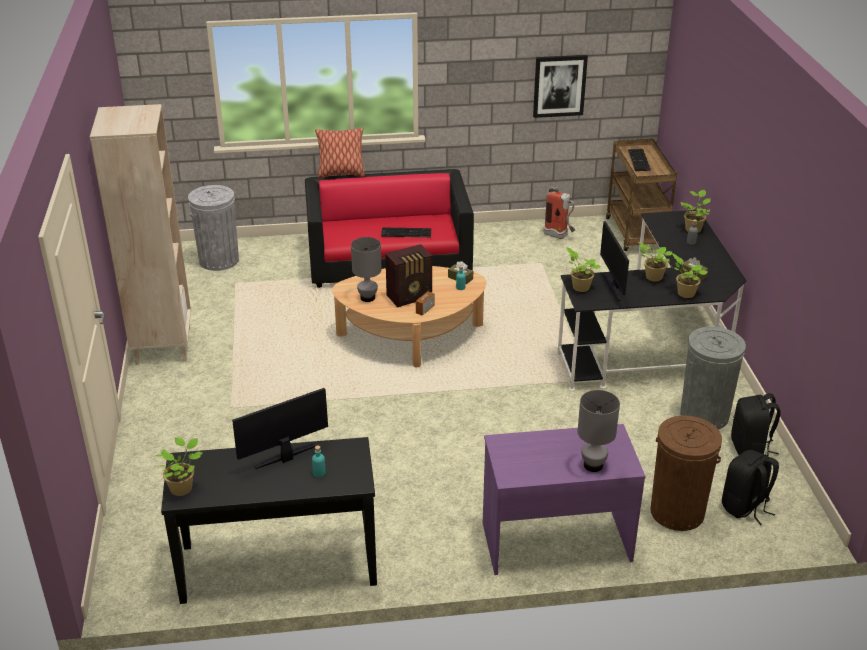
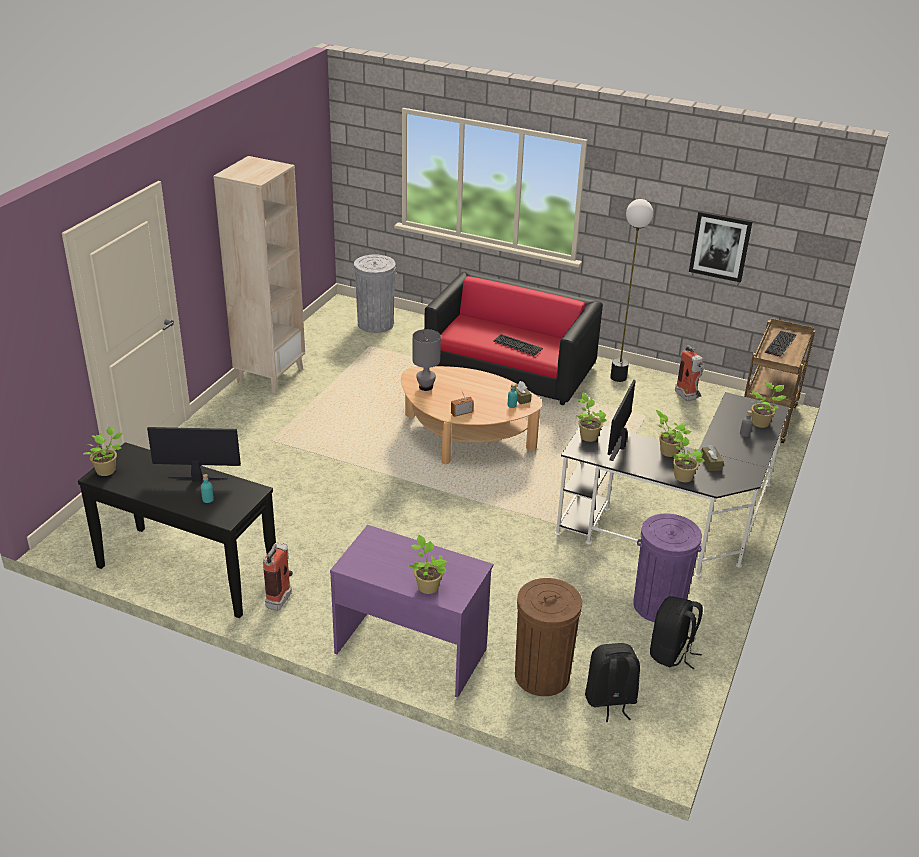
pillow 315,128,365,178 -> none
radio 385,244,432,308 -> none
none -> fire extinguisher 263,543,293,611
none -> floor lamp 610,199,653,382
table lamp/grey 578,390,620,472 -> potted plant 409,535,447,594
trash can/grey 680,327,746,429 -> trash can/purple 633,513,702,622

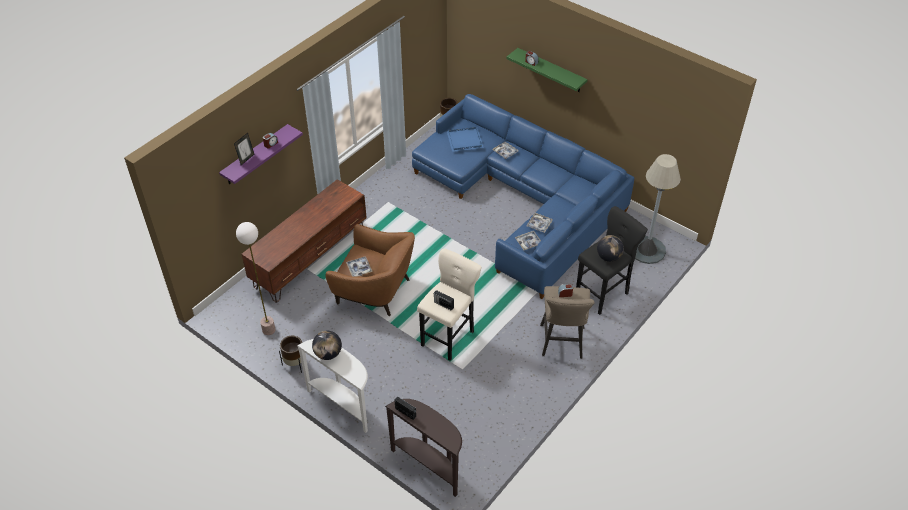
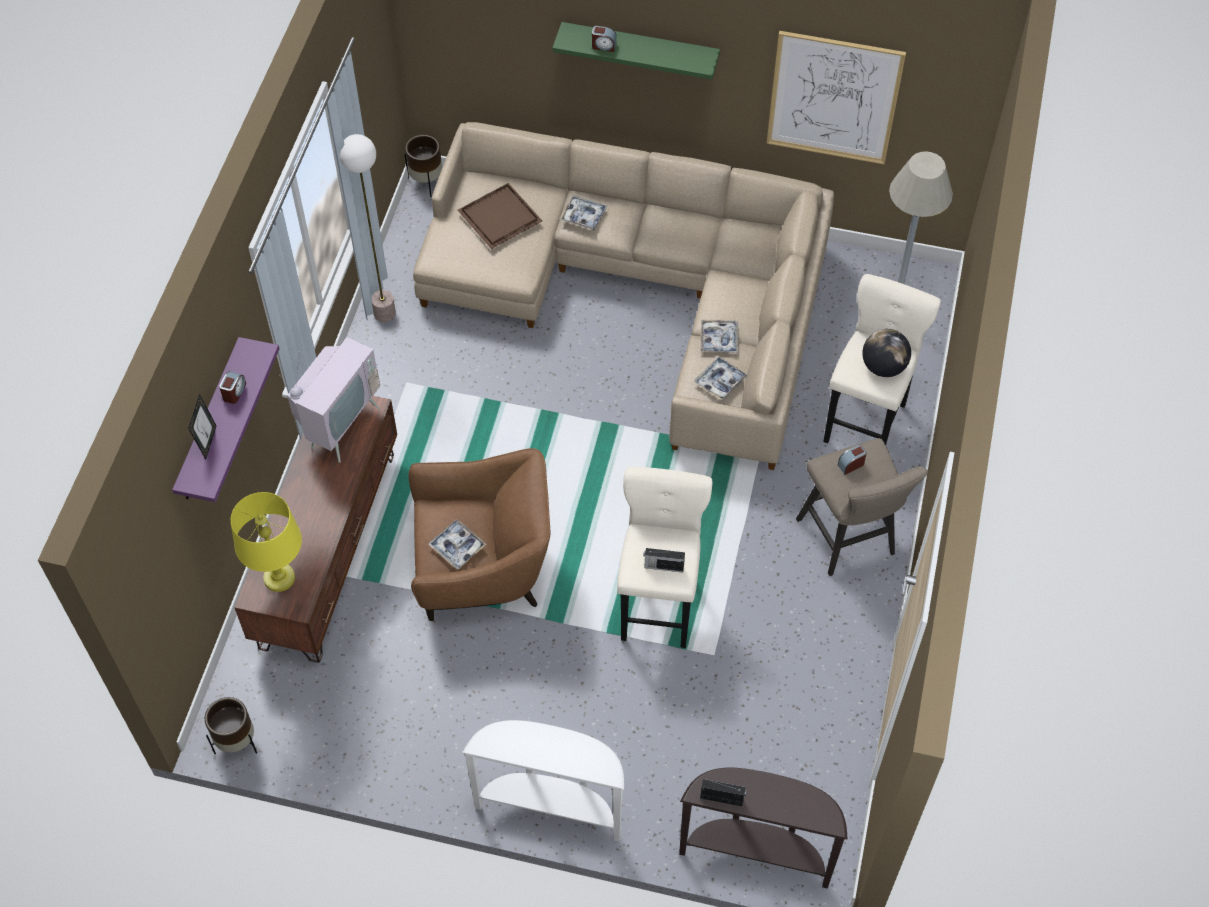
globe 312,331,342,360 -> none
none -> table lamp/yellow 230,492,302,592
none -> television 279,337,380,463
none -> picture 767,31,906,164
floor lamp 236,222,275,335 -> floor lamp 340,134,396,322, move
planter/brown 279,336,302,373 -> planter/brown 205,697,257,754, move
sofa/blue 412,94,634,299 -> sofa/beige 413,122,834,470
tray/blue 447,127,484,152 -> tray/brown 457,183,542,249
stool/black 576,206,648,315 -> stool/beige 823,274,941,445

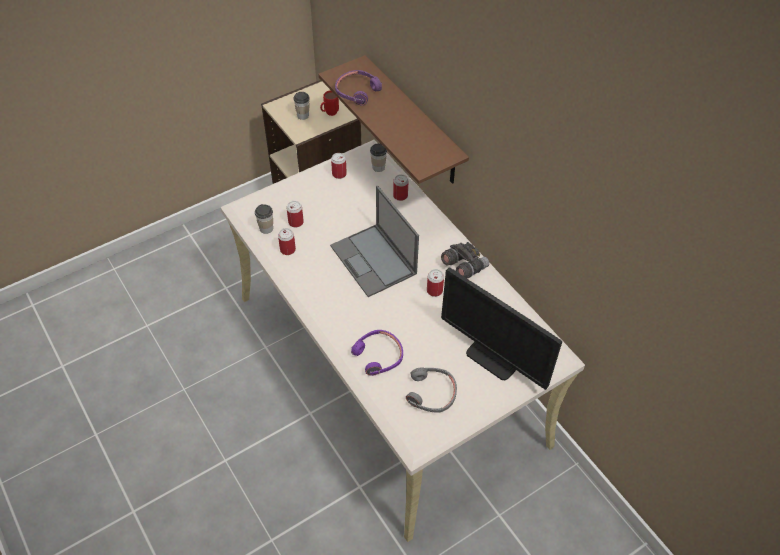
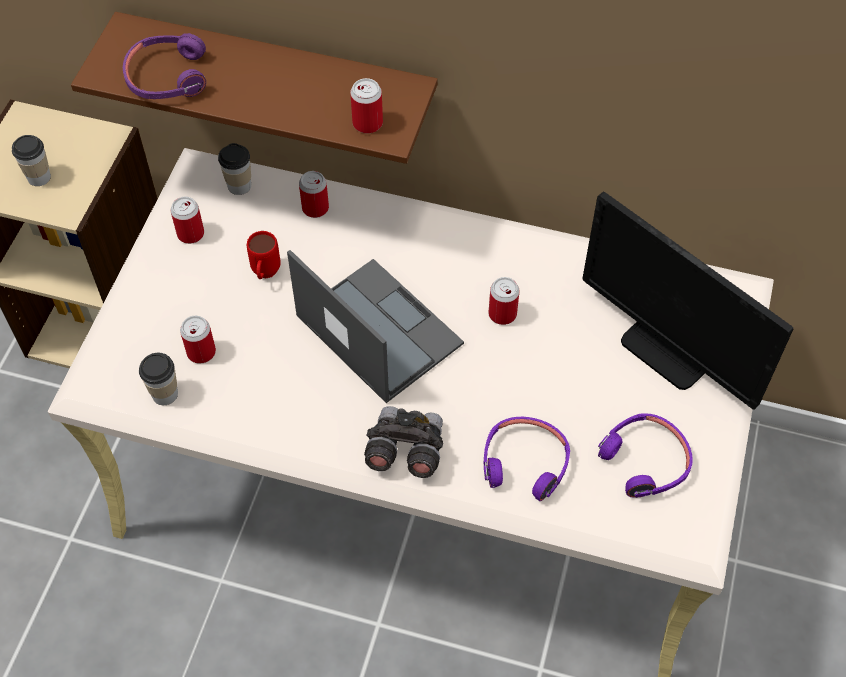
can 278,228,296,255 -> can 350,78,383,134, move
mug/red 320,90,339,116 -> mug/red 247,231,281,279, move
binoculars/grey 441,242,489,279 -> binoculars/grey 364,406,443,478, move
headphones/grey 406,367,457,413 -> headphones/purple 598,413,693,498
laptop 330,186,419,297 -> laptop 287,250,464,403, 150 degrees counterclockwise
monitor 441,267,562,390 -> monitor 582,192,793,410, 45 degrees clockwise

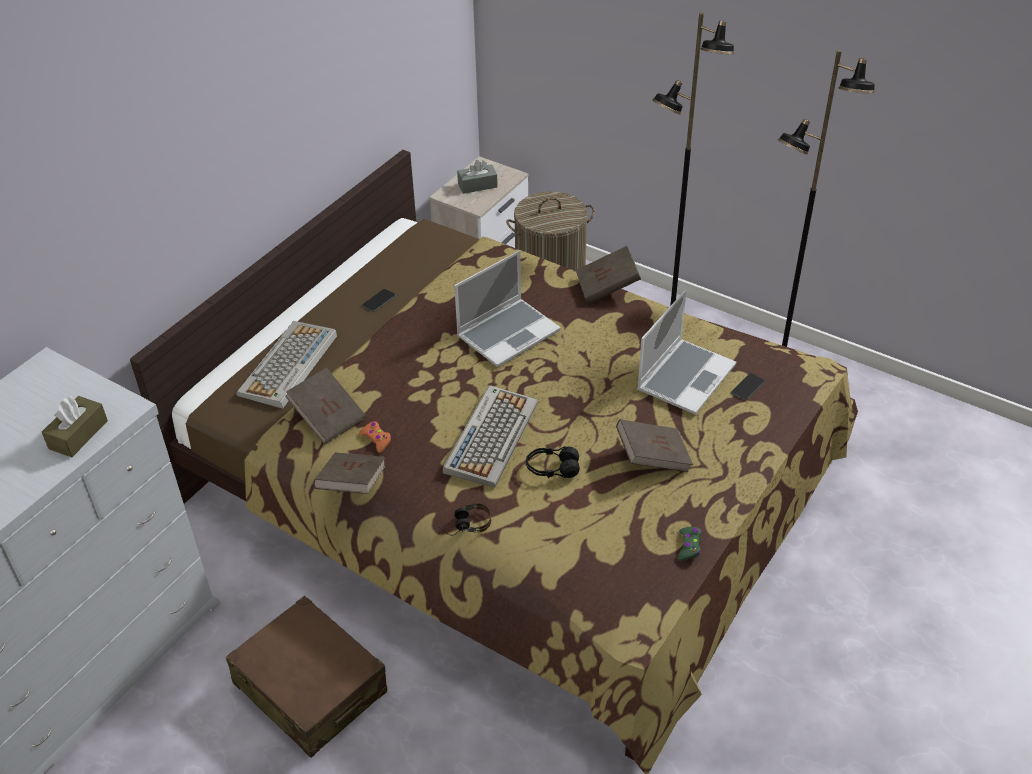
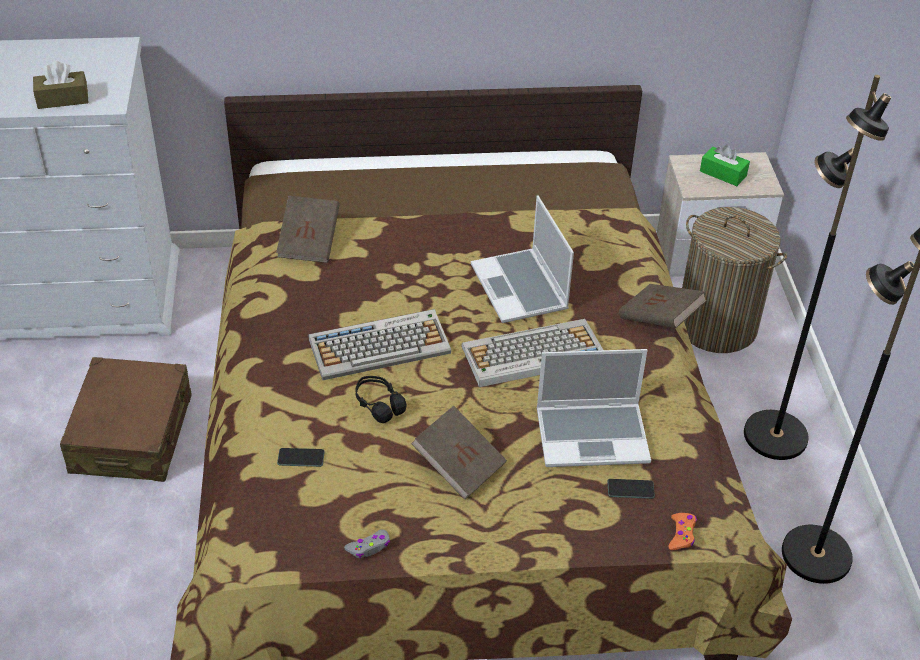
book/brown 313,452,385,494 -> none
headphones 435,503,491,536 -> none
keyboard 236,321,337,409 -> keyboard 462,319,603,387, move
game controller/orange 359,421,392,453 -> game controller/orange 669,513,697,550, move
phone 362,289,396,312 -> phone 277,448,325,467, move
tissue box/grey 457,160,498,194 -> tissue box/green 700,145,750,186
game controller/green 678,527,702,561 -> game controller/grey 344,529,390,558
laptop 454,250,561,367 -> laptop 471,195,574,323, 60 degrees clockwise

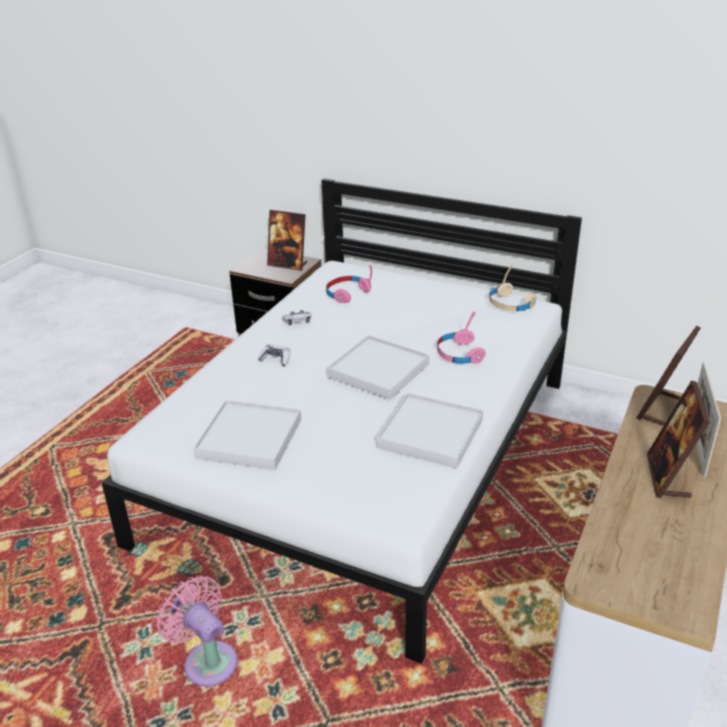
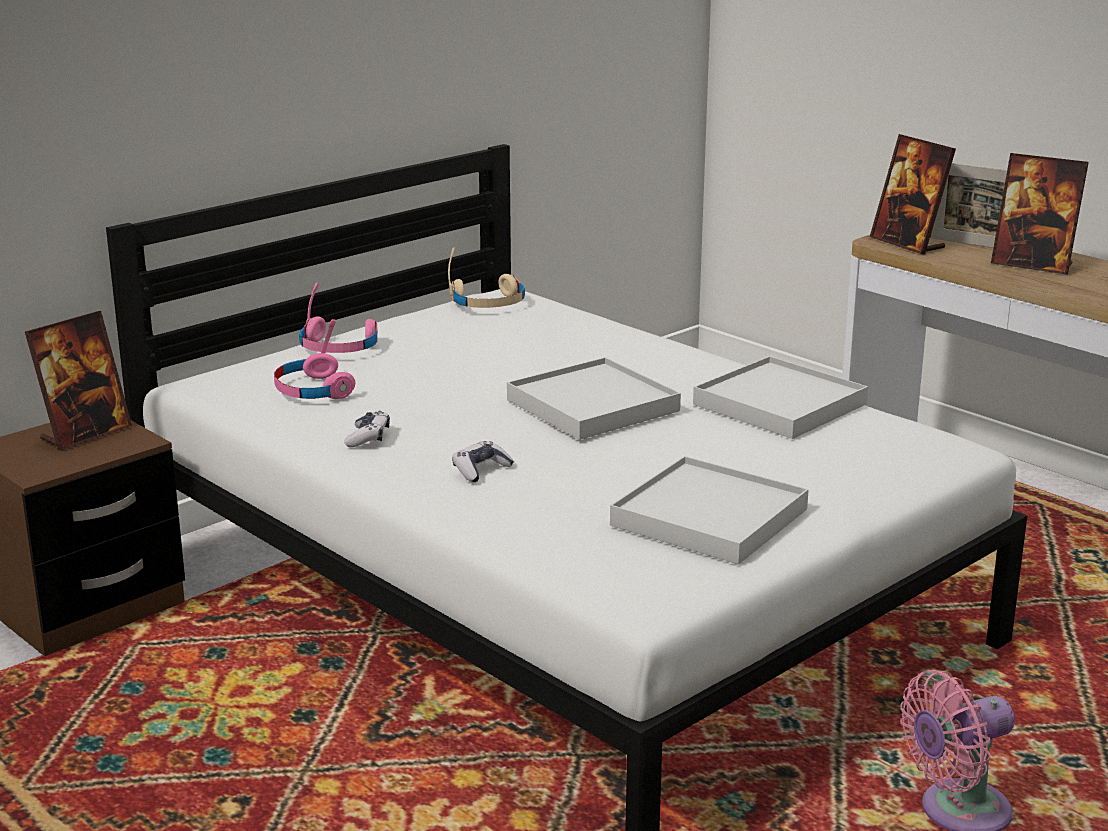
headphones/pink 437,311,486,364 -> headphones/pink 299,283,378,353, move

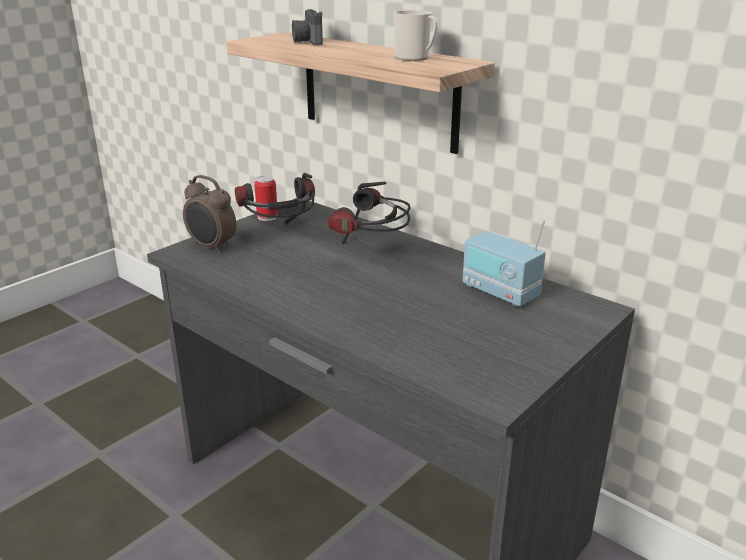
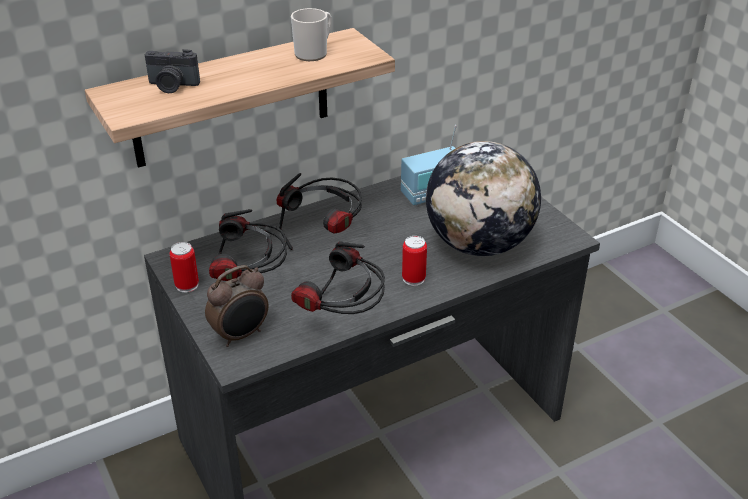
none -> headphones 291,241,385,314
none -> can 402,236,427,286
none -> globe 426,141,541,256

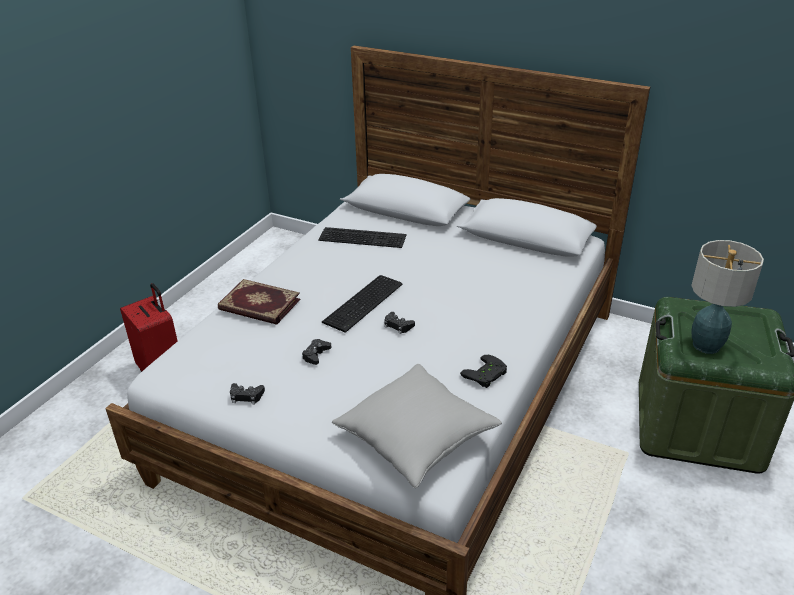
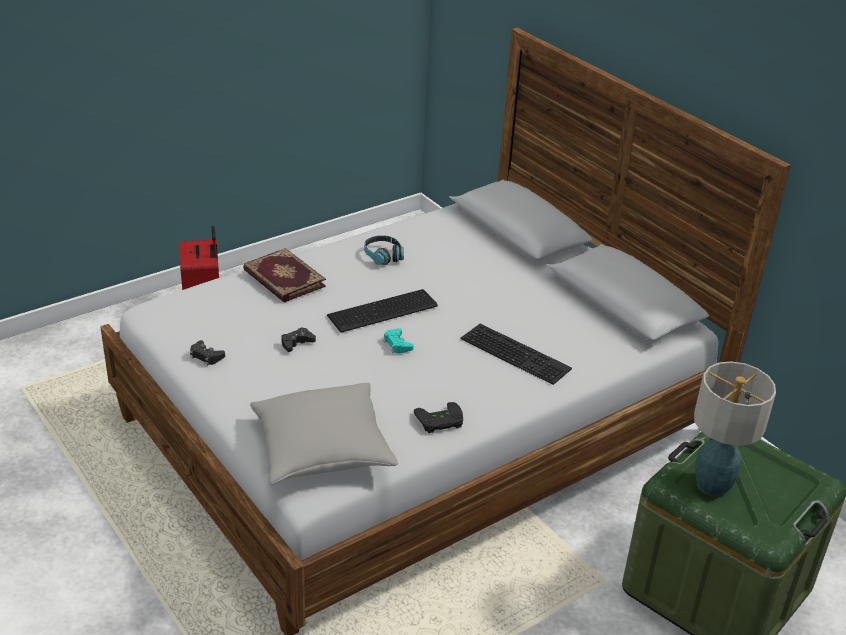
none -> headphones 364,235,404,265
keyboard 318,227,407,248 -> keyboard 460,324,572,385, move
game controller/black 384,312,415,334 -> game controller/turquoise 384,328,414,354

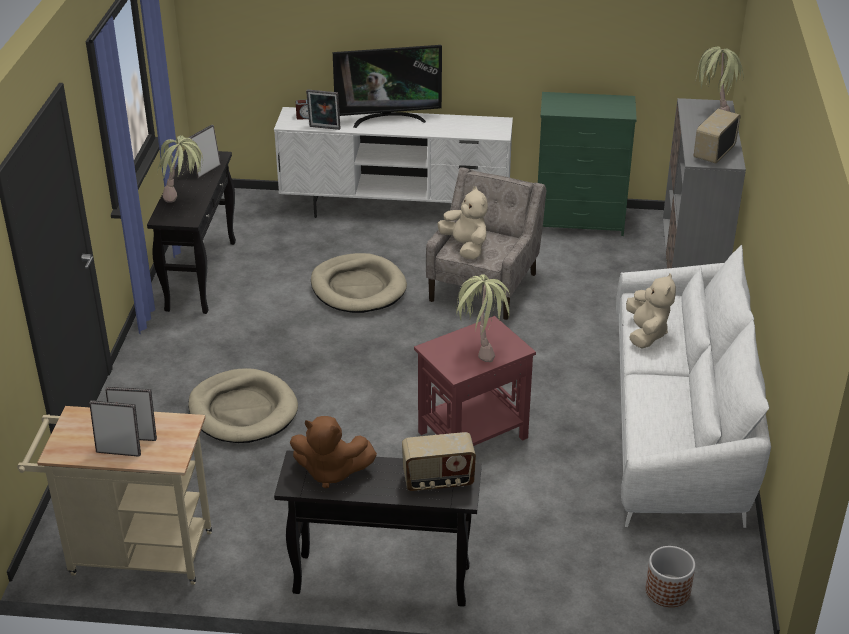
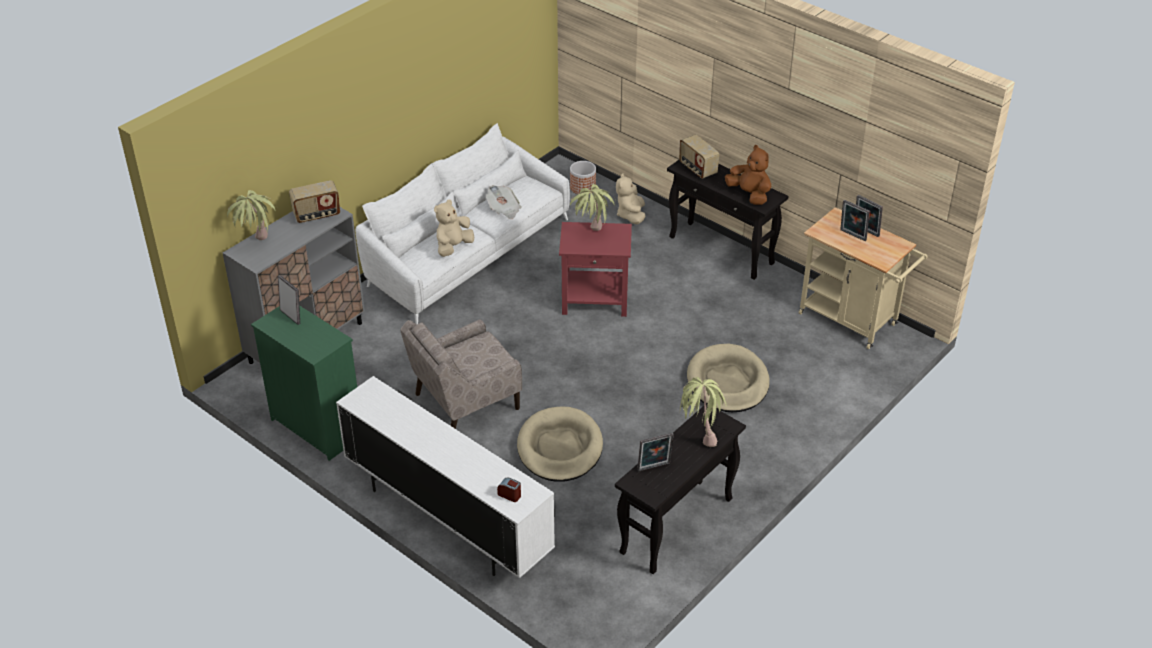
television 333,45,442,128 -> none
none -> newspaper 486,185,522,219
picture frame 306,89,341,130 -> picture frame 278,275,300,325, move
plush toy/beige 437,186,488,259 -> plush toy/beige 616,174,645,225, move
radio 402,432,476,491 -> radio 679,134,719,179, 150 degrees counterclockwise

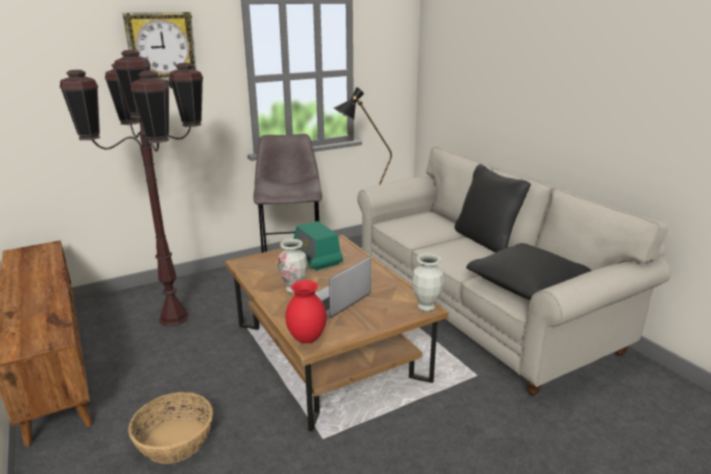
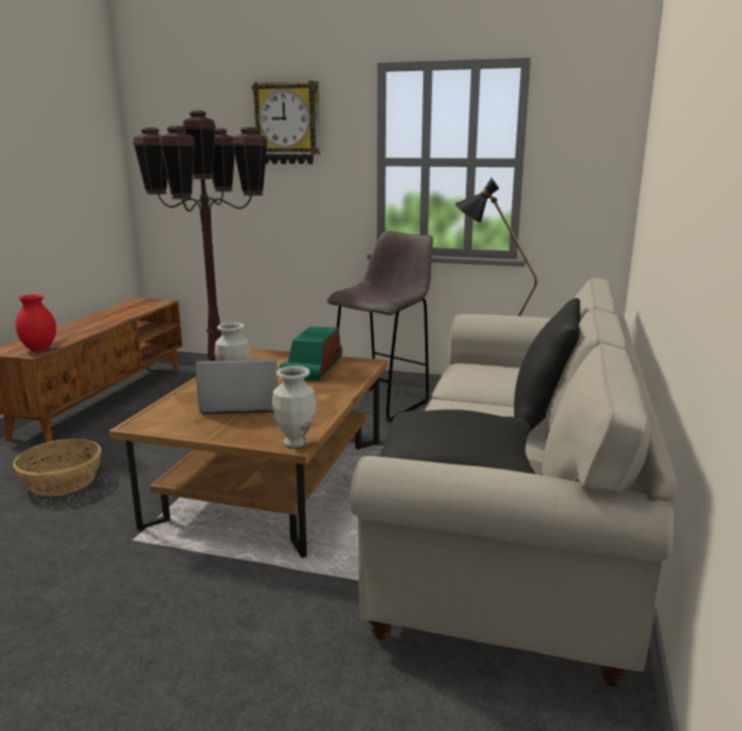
vase/red 285,280,326,343 -> vase/red 15,294,56,351, move

